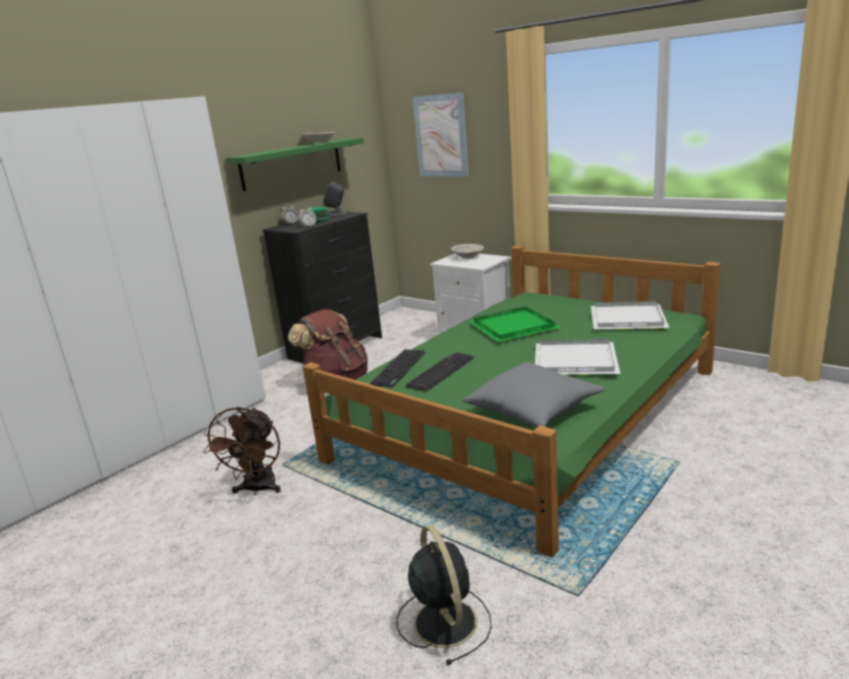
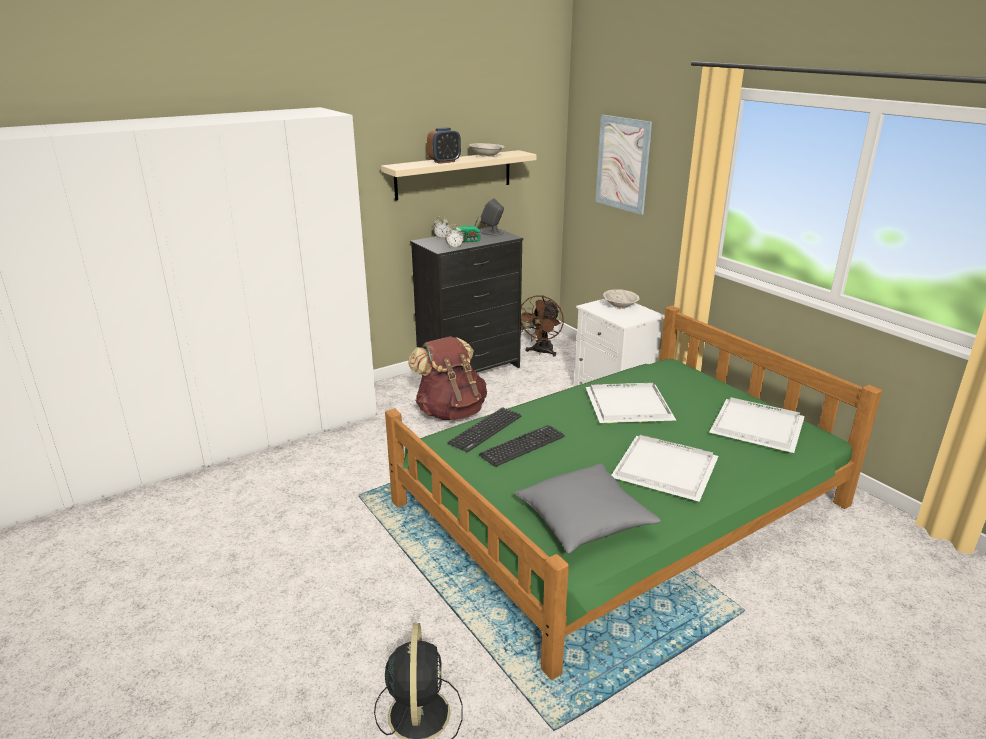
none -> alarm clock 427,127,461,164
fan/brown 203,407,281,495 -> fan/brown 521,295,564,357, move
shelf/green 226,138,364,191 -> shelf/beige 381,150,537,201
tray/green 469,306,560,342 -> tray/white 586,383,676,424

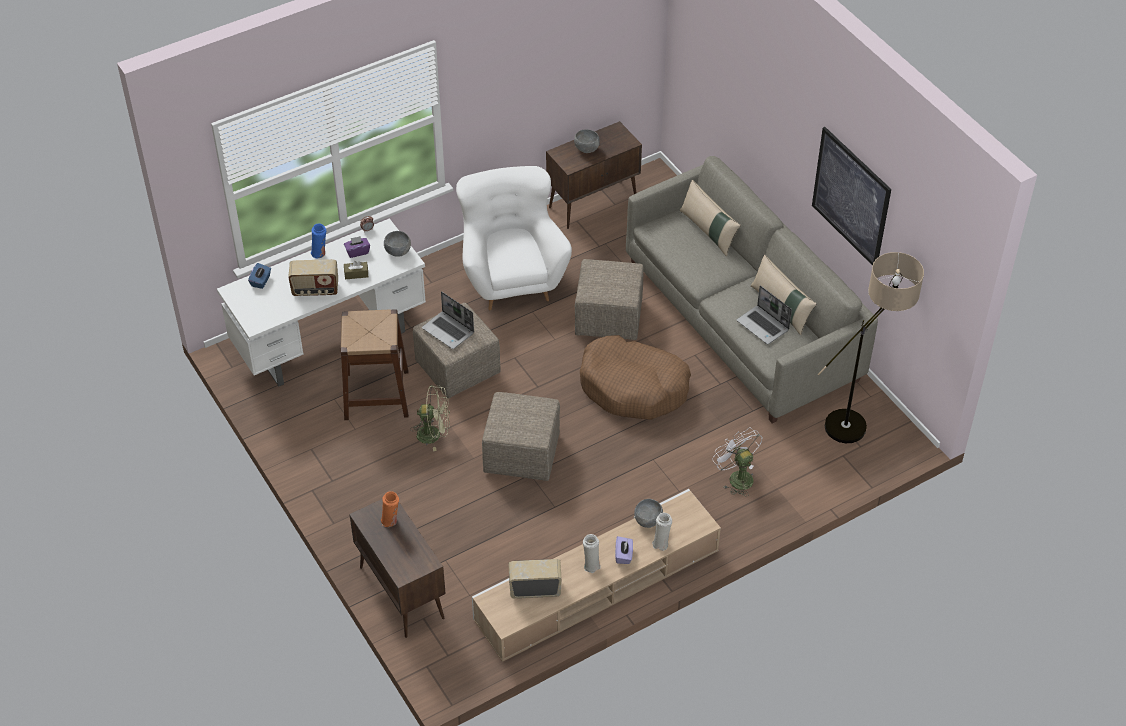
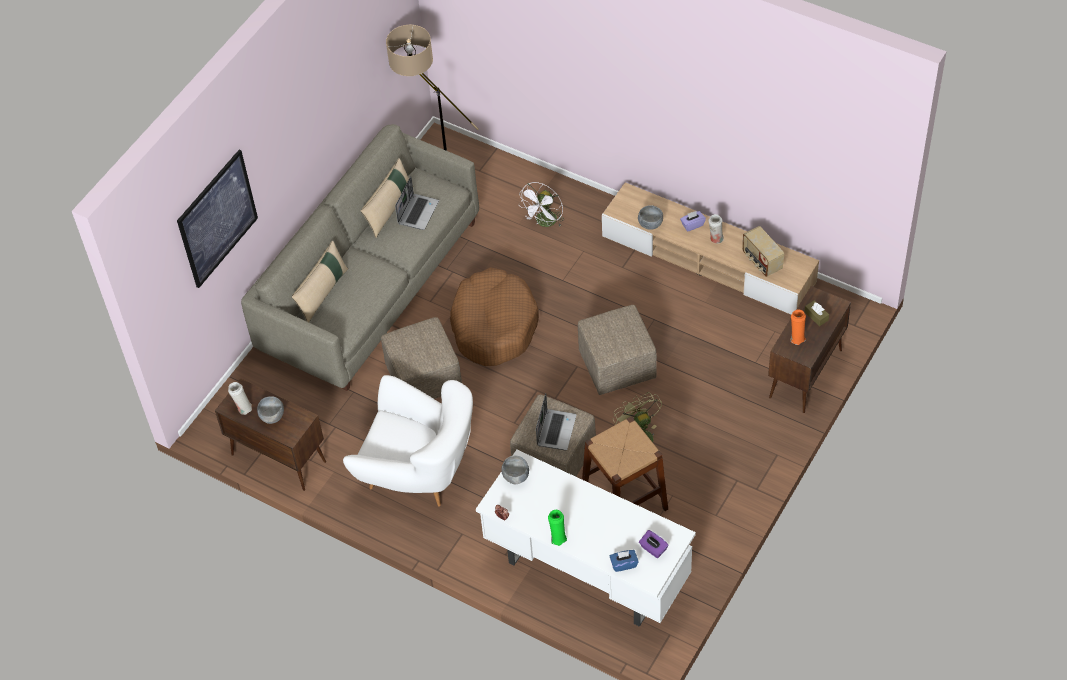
radio 288,259,338,296 -> none
tissue box/purple 344,236,370,258 -> tissue box/purple 639,530,668,558, move
tissue box/brown 344,261,368,279 -> tissue box/brown 805,300,829,326, move
vase/white 652,513,672,551 -> vase/white 228,382,252,415, move
picture 812,127,891,266 -> picture 177,150,258,288, move
vase/blue 311,224,326,258 -> vase/green 548,510,567,546
armchair/white 456,166,572,310 -> armchair/white 343,375,473,507, 120 degrees counterclockwise

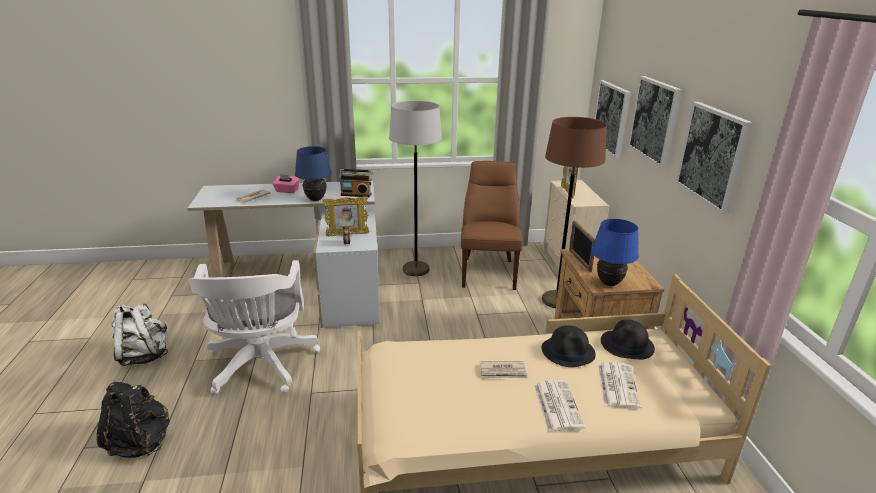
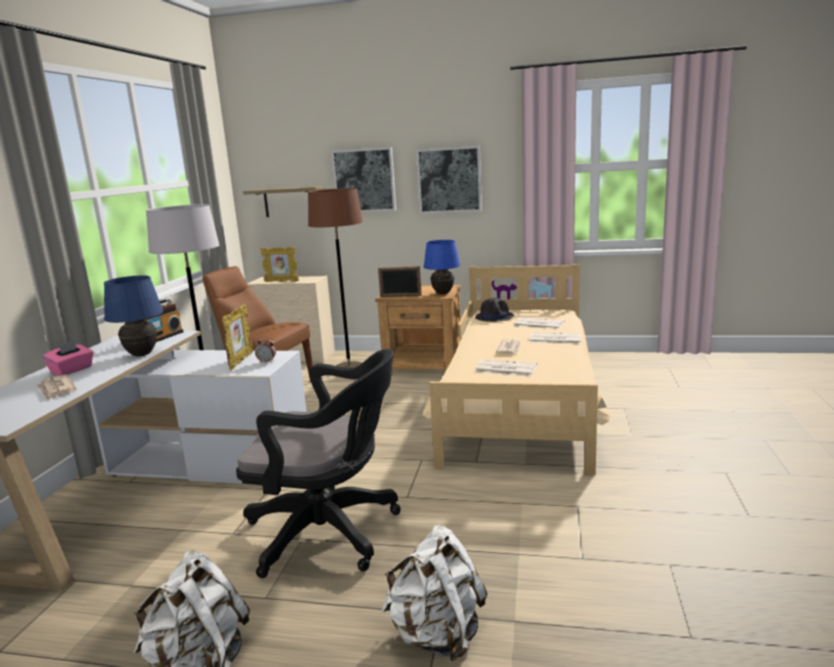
hat/black 542,325,596,367 -> none
none -> newspaper 475,359,537,376
picture 594,80,631,158 -> shelf 243,186,324,217
backpack/black 97,382,170,458 -> backpack/white 381,525,487,661
office chair/white 189,260,320,394 -> office chair/black 236,349,401,578

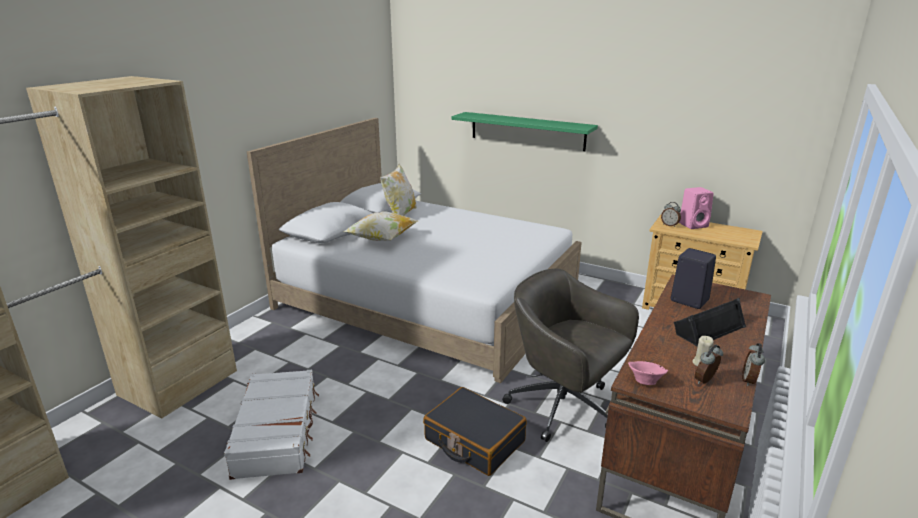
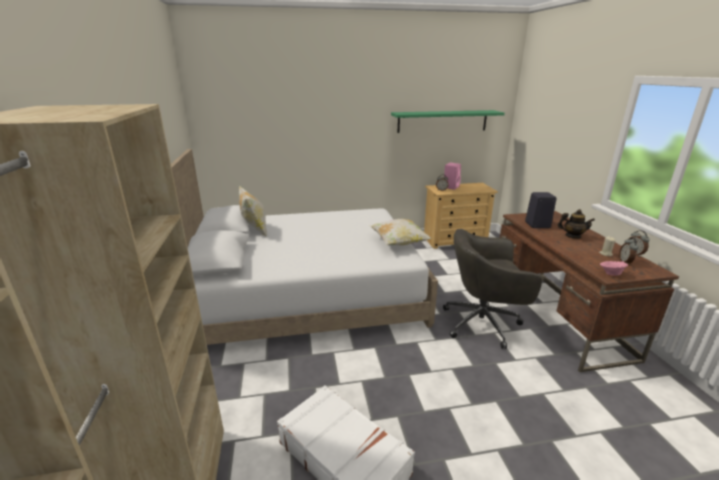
suitcase/black 423,387,527,476 -> none
pillow 343,211,418,241 -> pillow 371,219,432,245, move
shelf/green 451,112,598,151 -> shelf/green 391,110,505,133, move
speaker/black 674,298,746,347 -> teapot 558,209,595,239

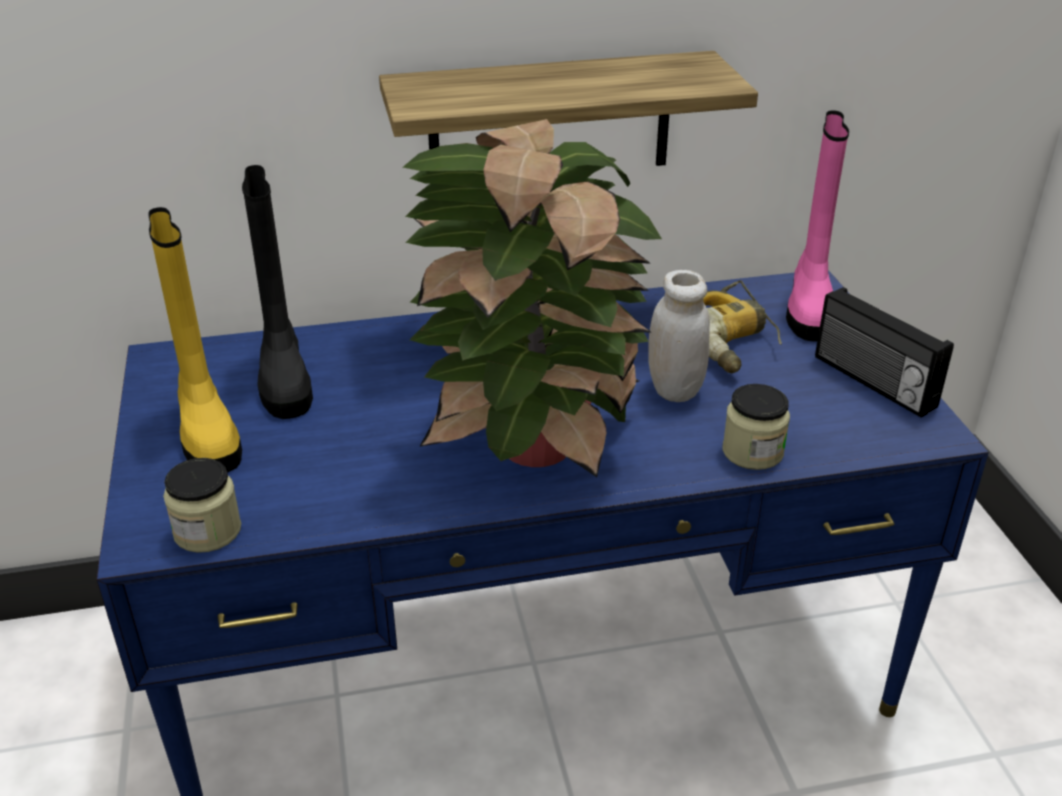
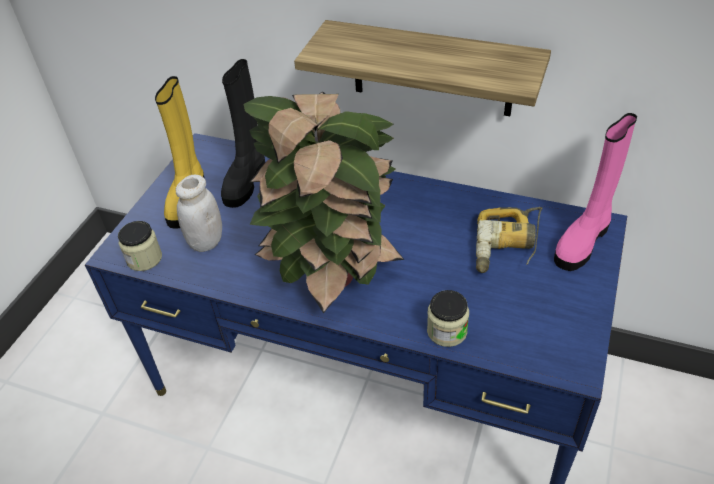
radio 815,287,954,418 -> none
jar/white 648,270,710,402 -> jar/white 176,175,222,252, move

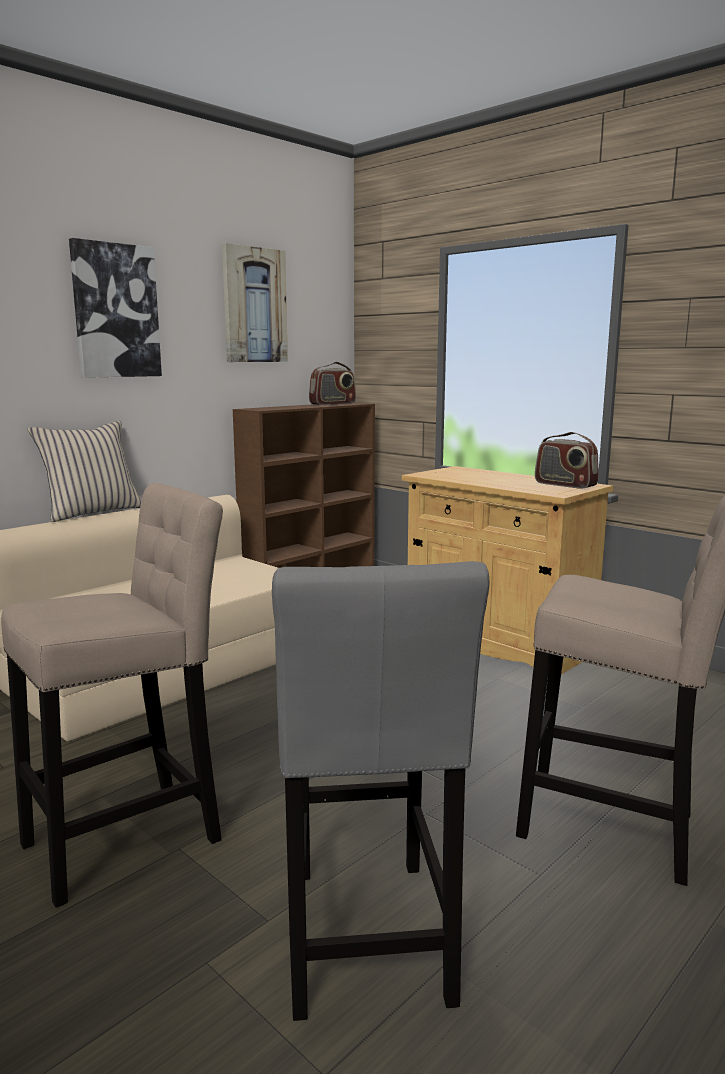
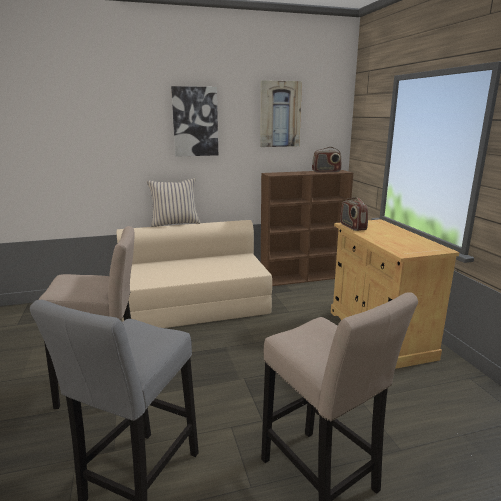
radio 535,432,599,489 -> radio 340,197,368,231, move

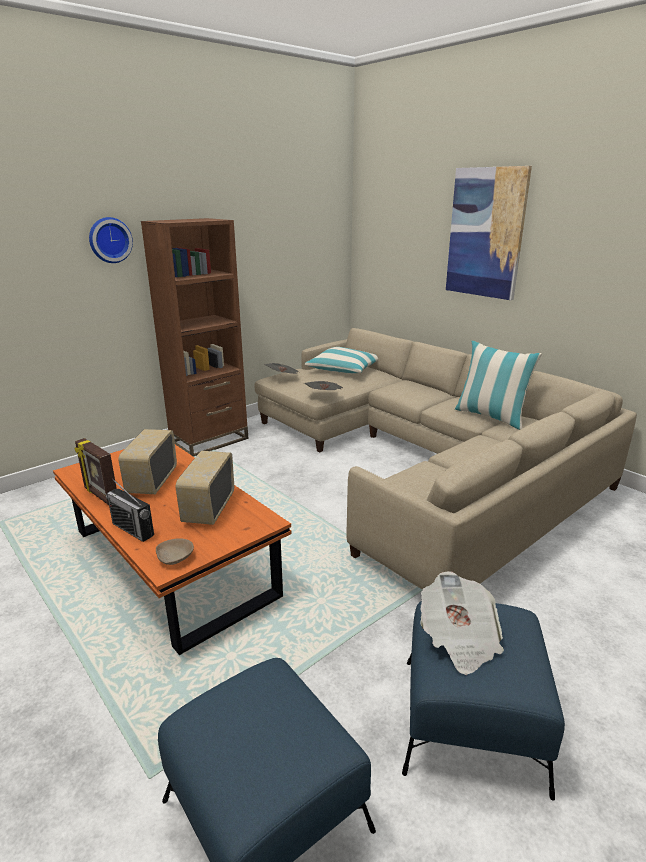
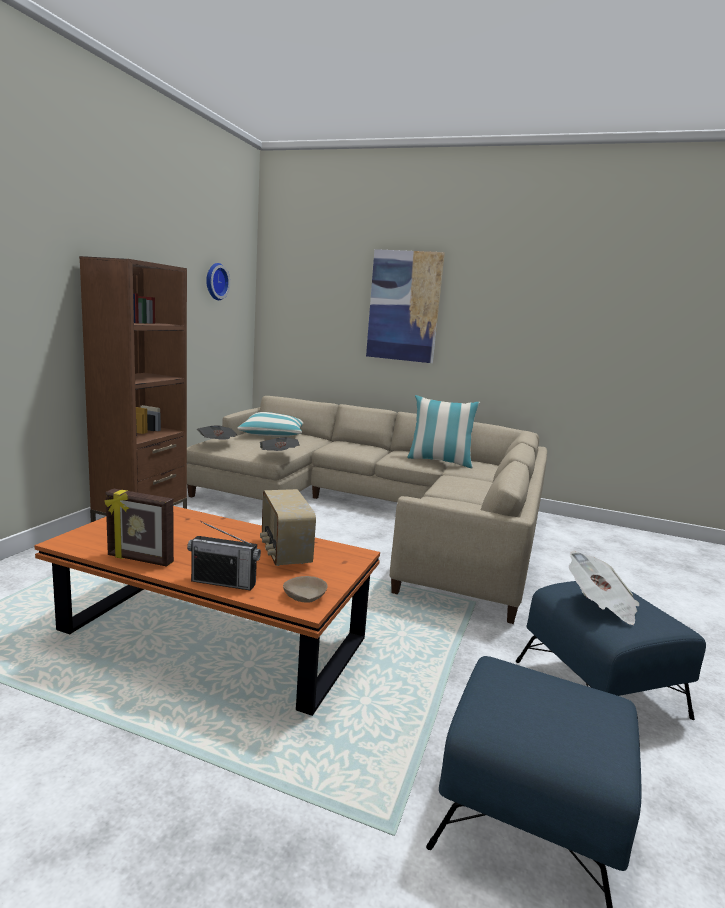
radio 118,429,177,494 -> none
wall clock 89,217,133,263 -> wall clock 206,263,230,300, move

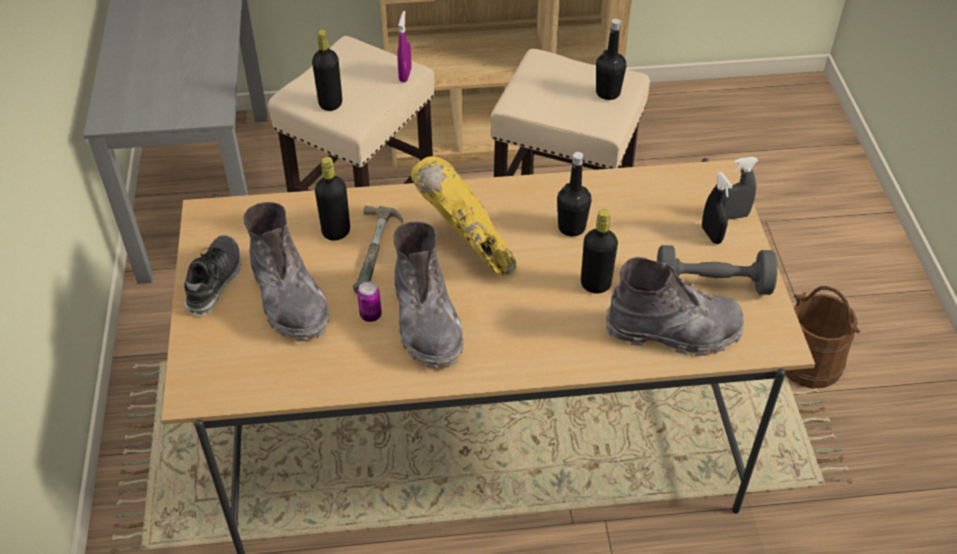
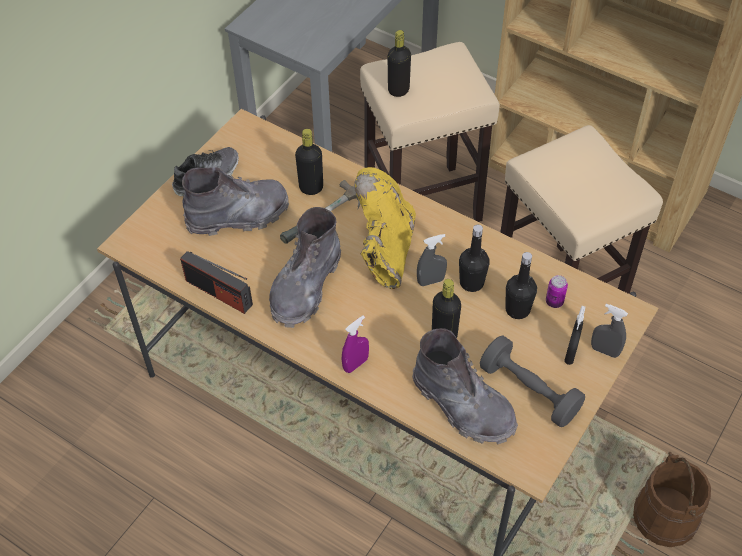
none -> radio 180,251,253,314
none -> spray bottle/grey 417,234,447,286
can 357,281,382,322 -> can 546,275,568,308, move
spray bottle/purple 398,11,411,82 -> spray bottle/purple 342,315,369,373, move
bottle/black 596,18,626,100 -> bottle/black 505,252,537,319, move
boot/grey 243,202,329,341 -> boot/grey 182,167,289,236, 120 degrees counterclockwise

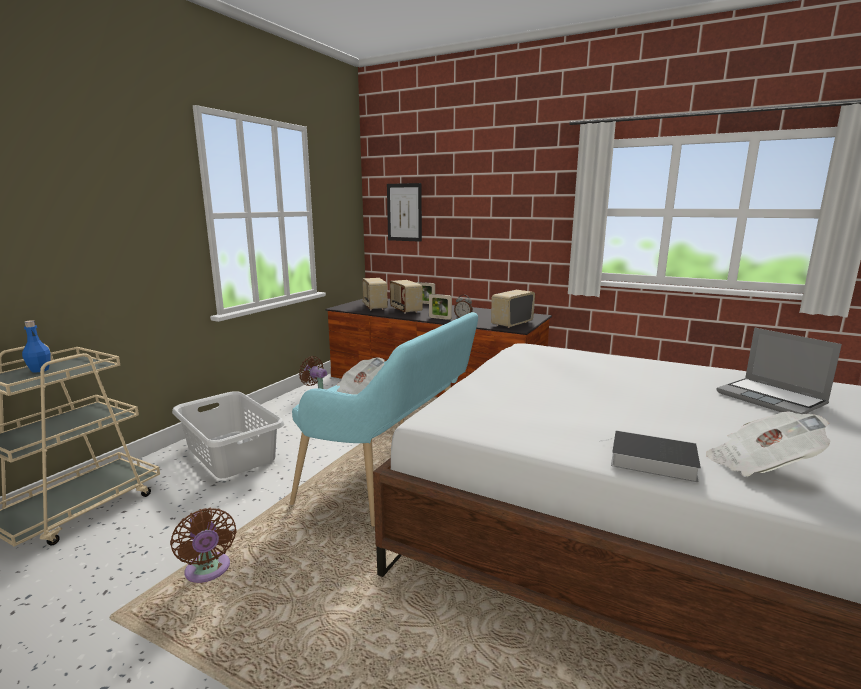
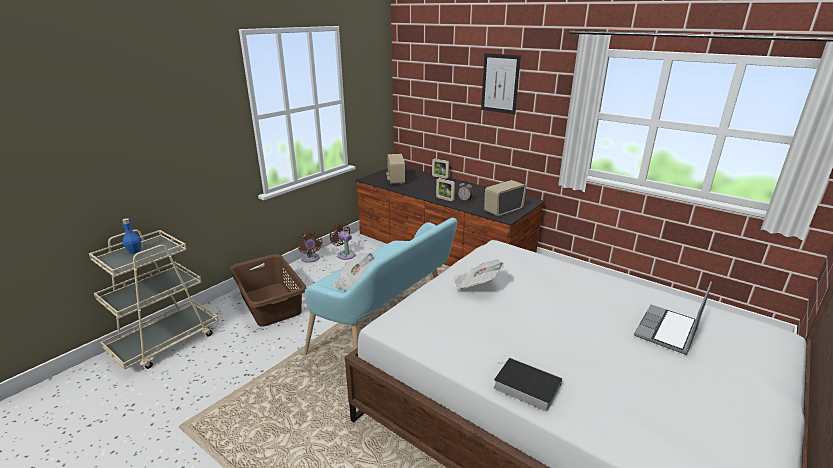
radio 390,280,423,314 -> none
fan/brown 170,508,237,583 -> fan/brown 296,231,322,263, move
picture 387,183,422,242 -> picture 481,53,521,114, move
newspaper 706,411,830,476 -> newspaper 454,259,504,290, move
laundry basket/grey 172,391,284,478 -> laundry basket/brown 230,254,306,326
laptop 717,328,842,414 -> laptop 634,281,712,355, 60 degrees clockwise

